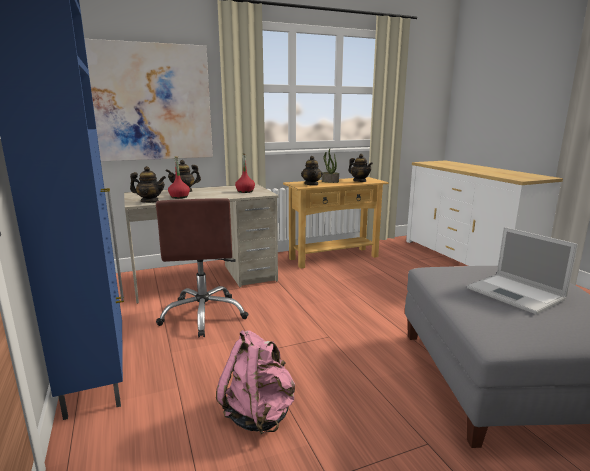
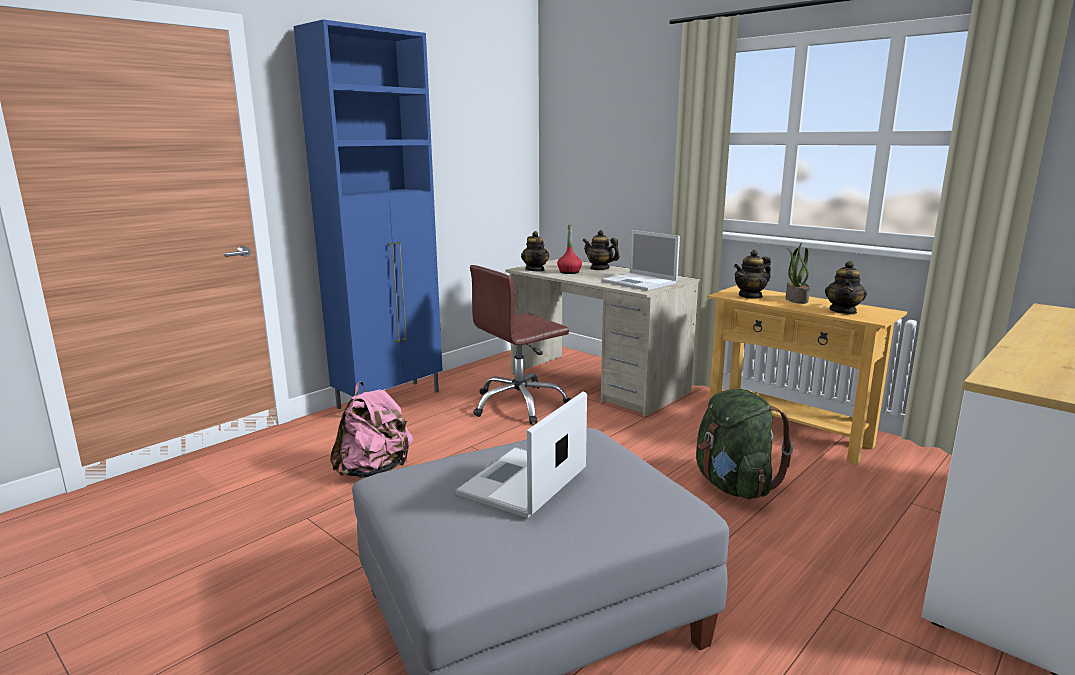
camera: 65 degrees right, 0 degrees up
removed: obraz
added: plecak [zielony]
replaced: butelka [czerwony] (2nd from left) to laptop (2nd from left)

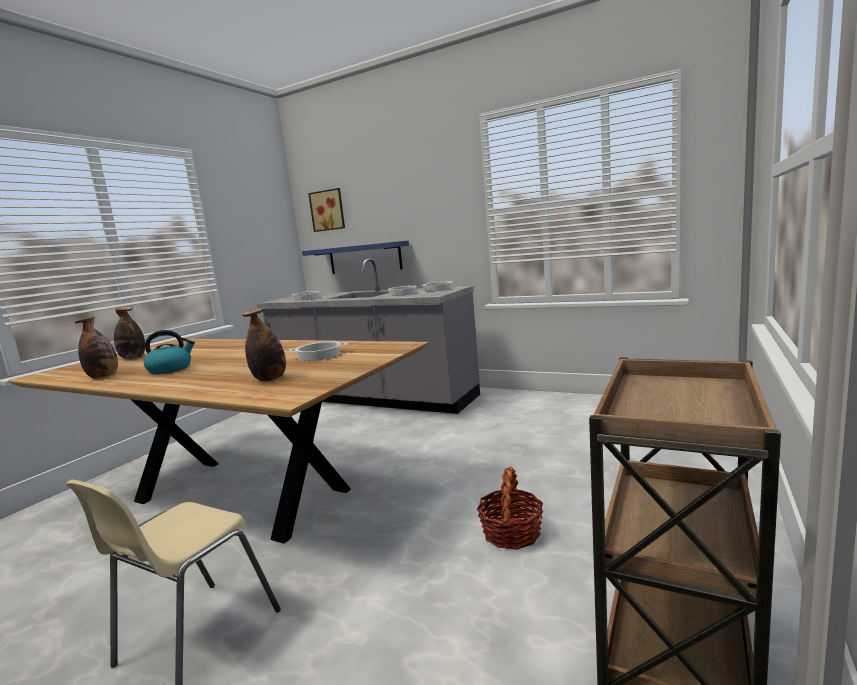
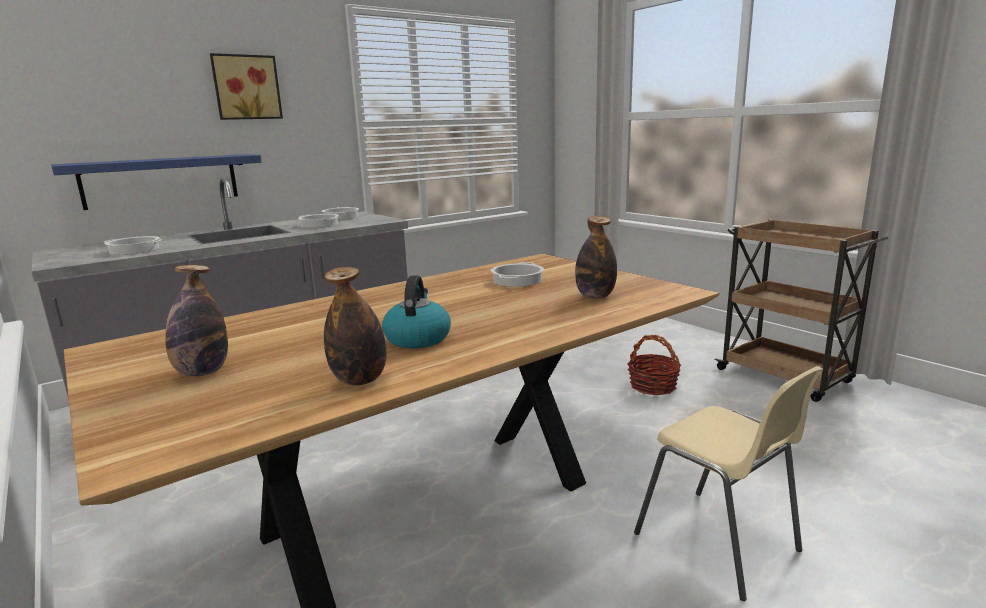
camera: 65 degrees left, 5 degrees up
moved: obraz

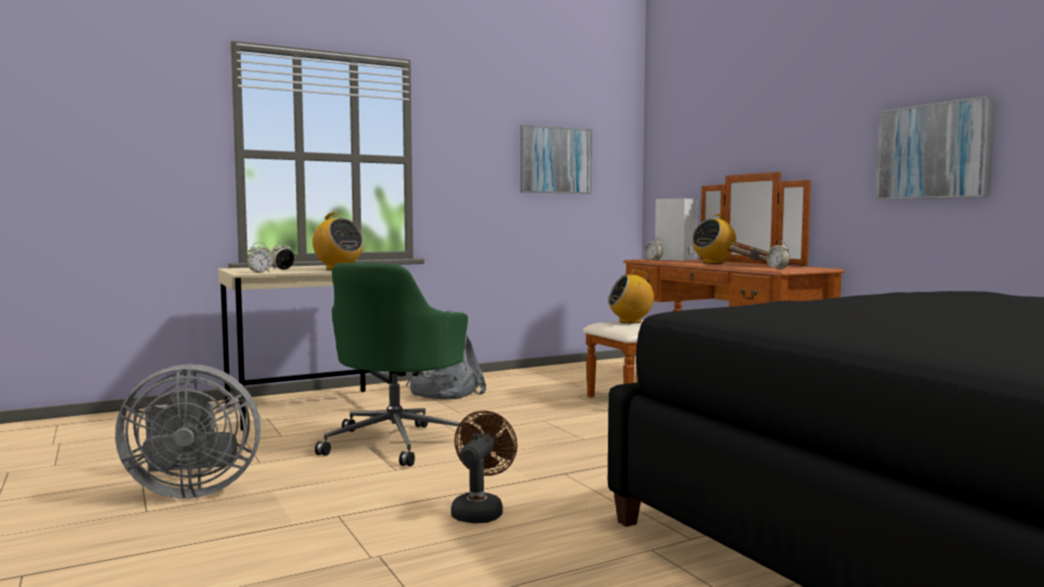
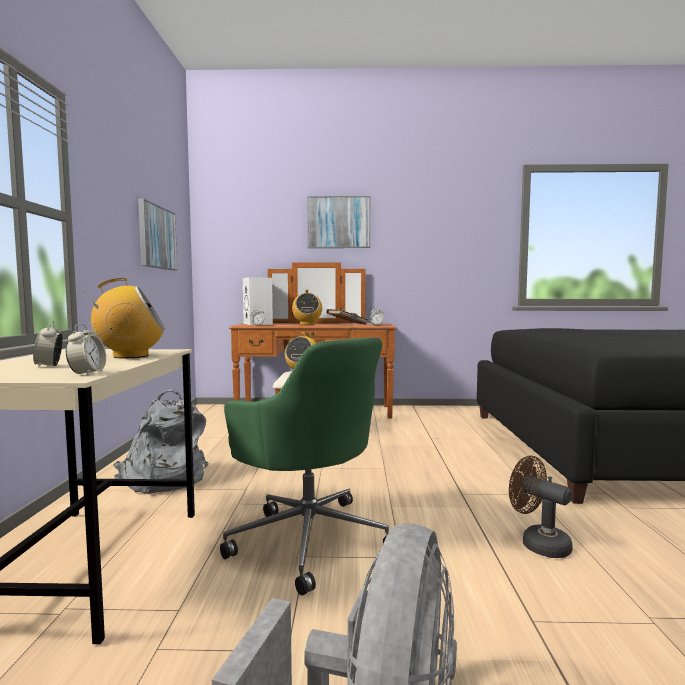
camera: 60 degrees left, 0 degrees up
moved: obraz (2nd from left)

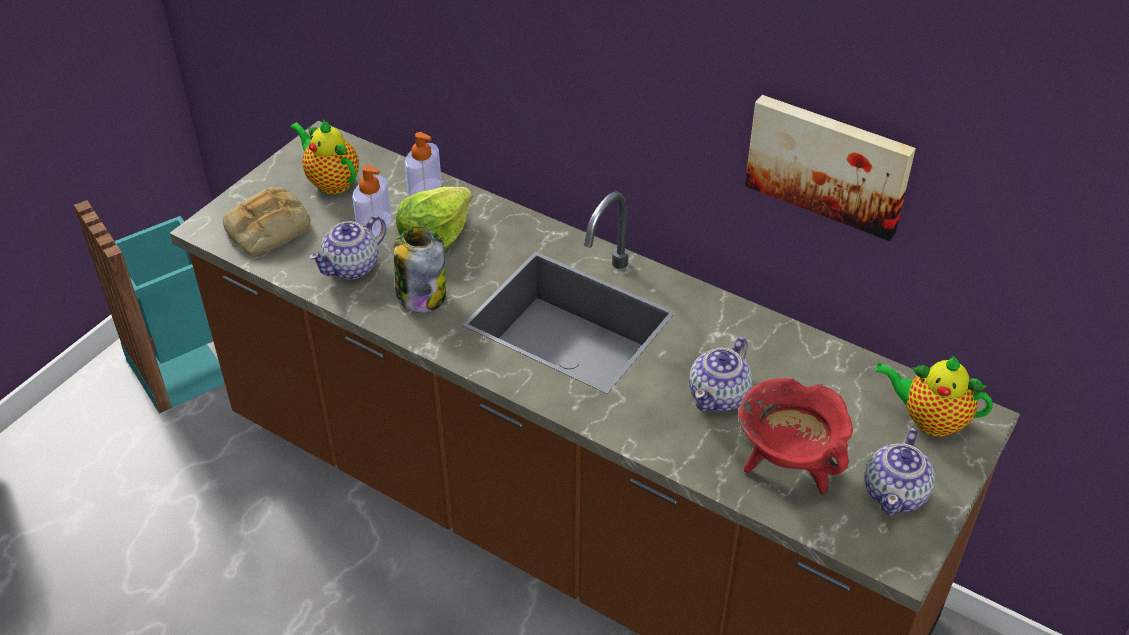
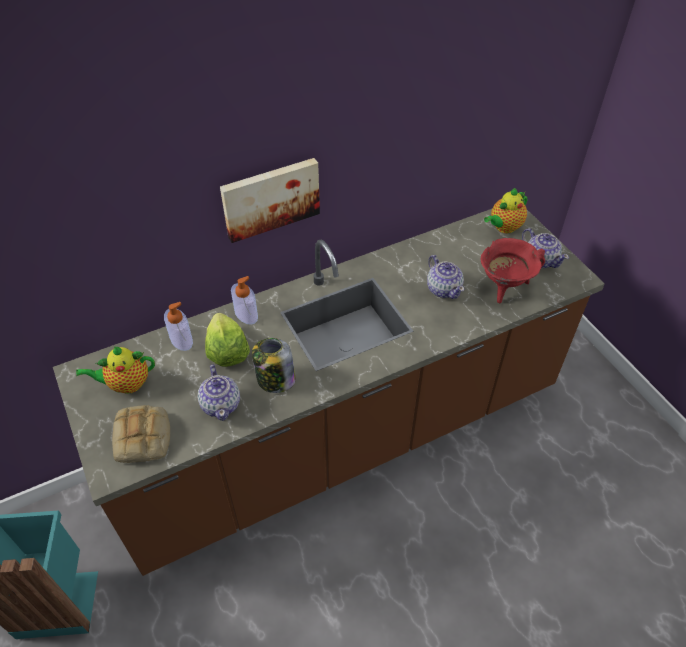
camera: 60 degrees left, 5 degrees up
moved: dozownik mydła (1st from left in the first image) to dozownik mydła (2nd from left); obraz

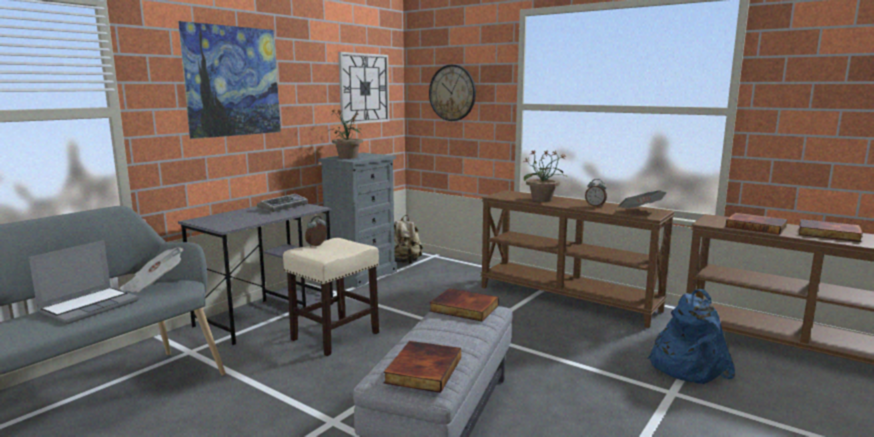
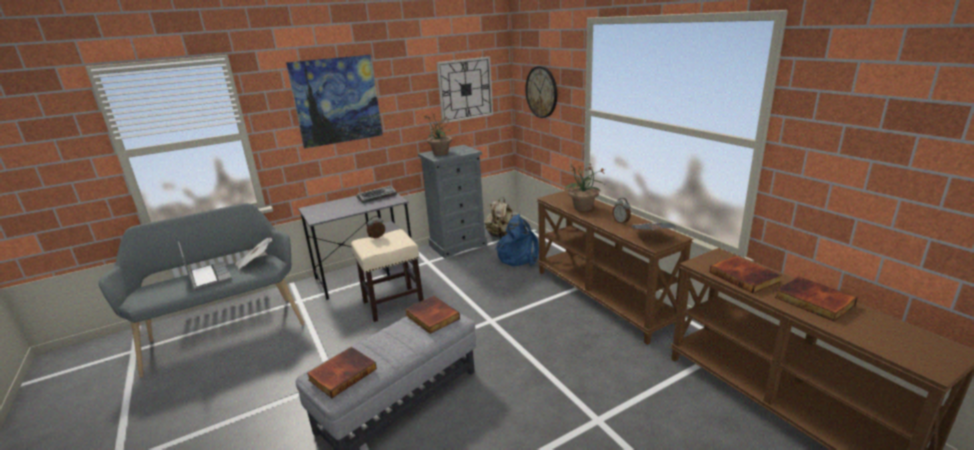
camera: 25 degrees right, 10 degrees up
moved: plecak [niebieski]
turned: laptop 90 degrees counterclockwise

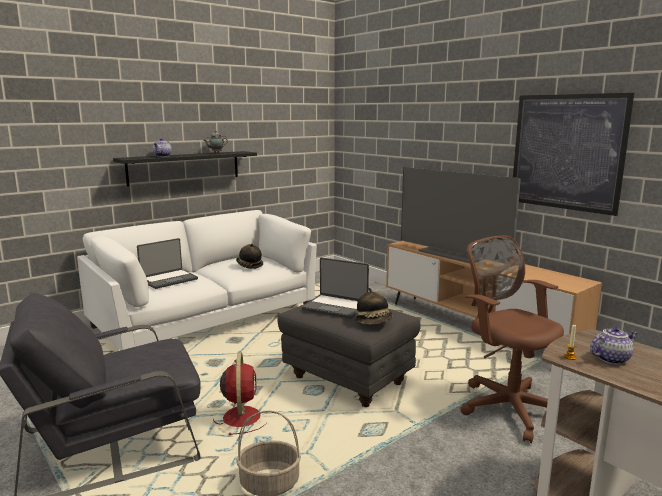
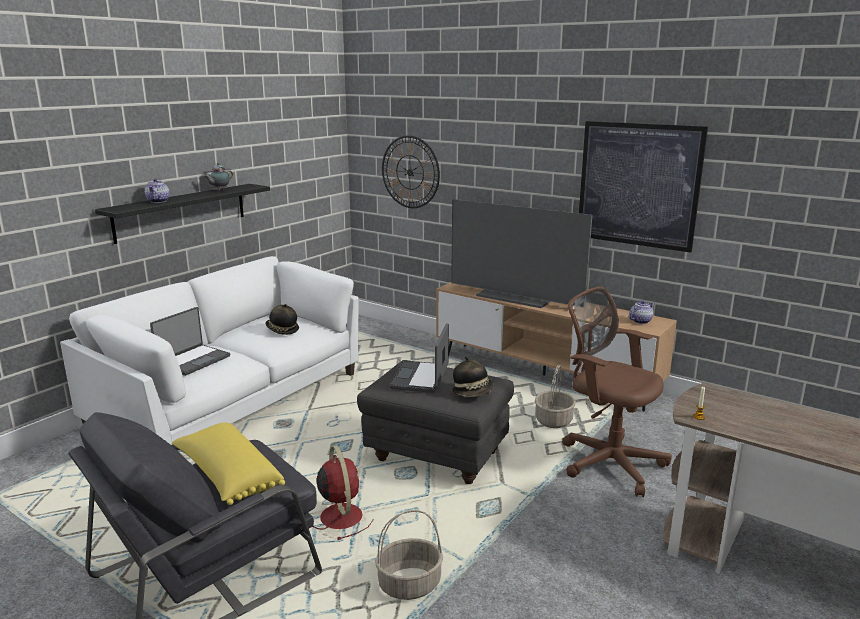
camera: 15 degrees left, 5 degrees up
added: poduszka [żółty]; zegar ścienny; koszyk (2nd from left)
moved: imbryk (3rd from left)
turned: laptop (2nd from left) 90 degrees clockwise

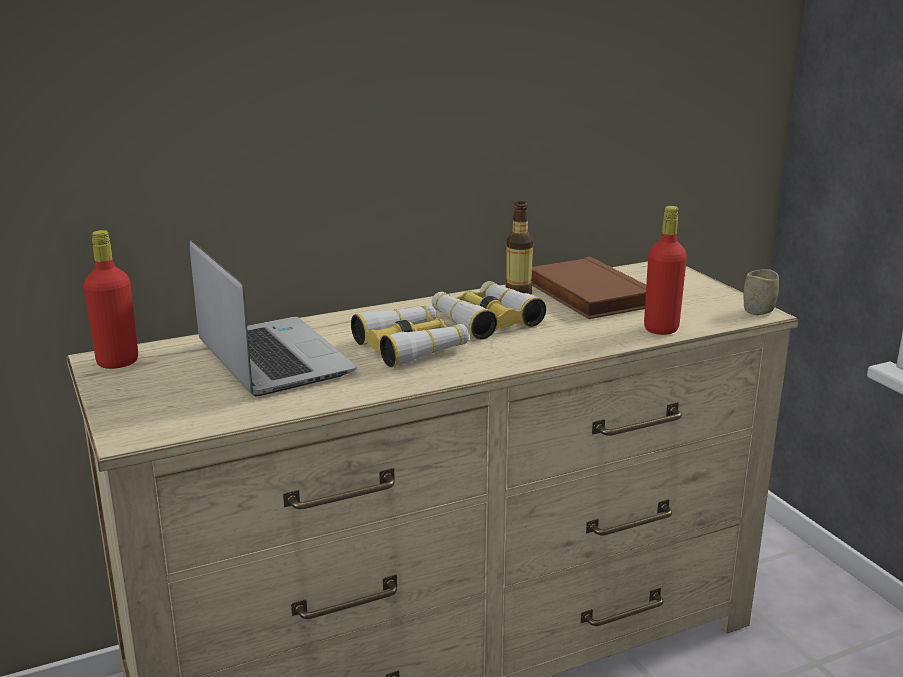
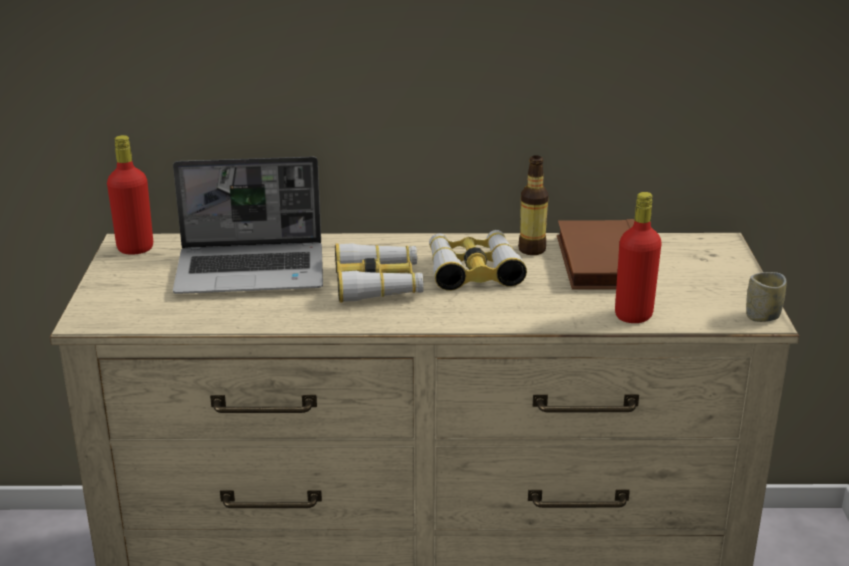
camera: 25 degrees right, 5 degrees up
turned: laptop 90 degrees clockwise

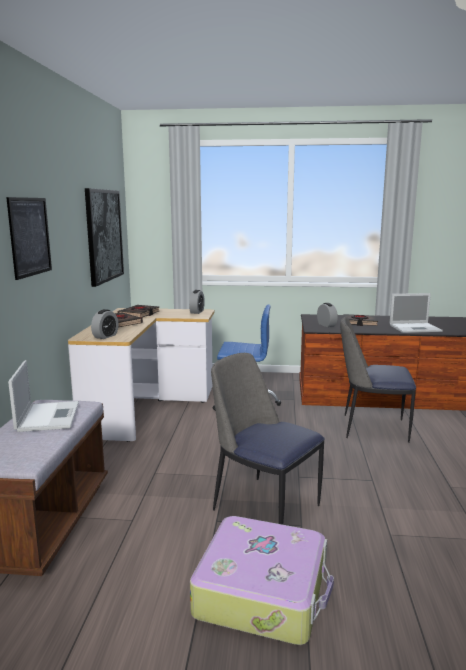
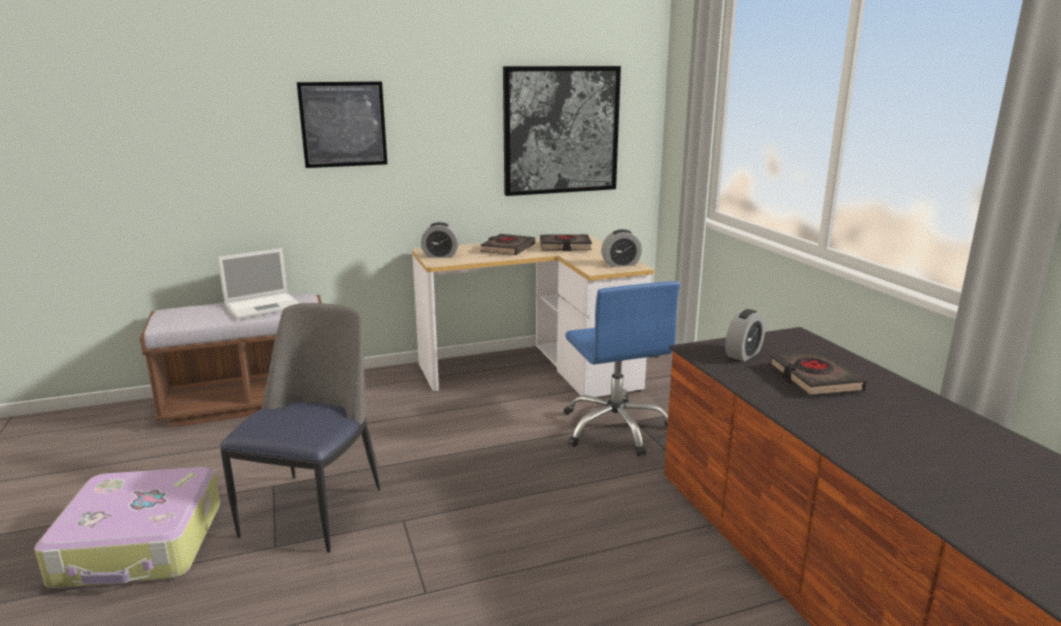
camera: 65 degrees right, 5 degrees up
removed: krzesło (2nd from left); laptop (2nd from left)

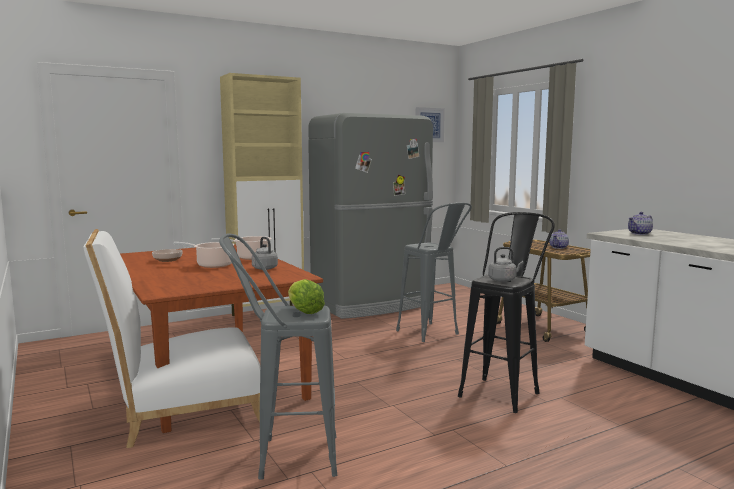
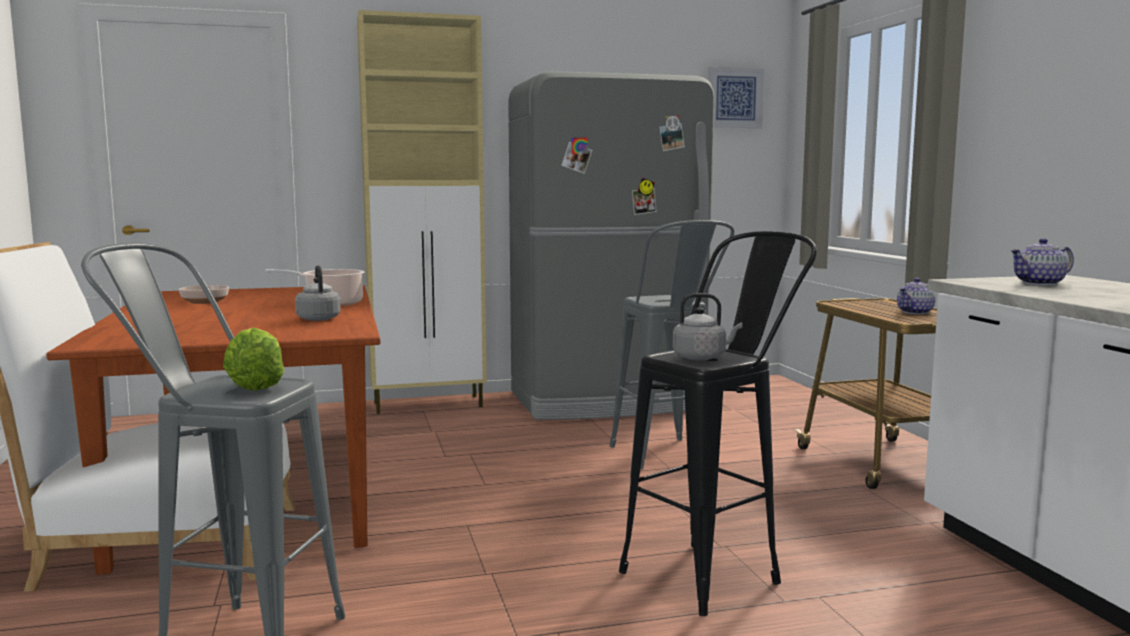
camera: 15 degrees right, 0 degrees up
removed: garnek (1st from left)

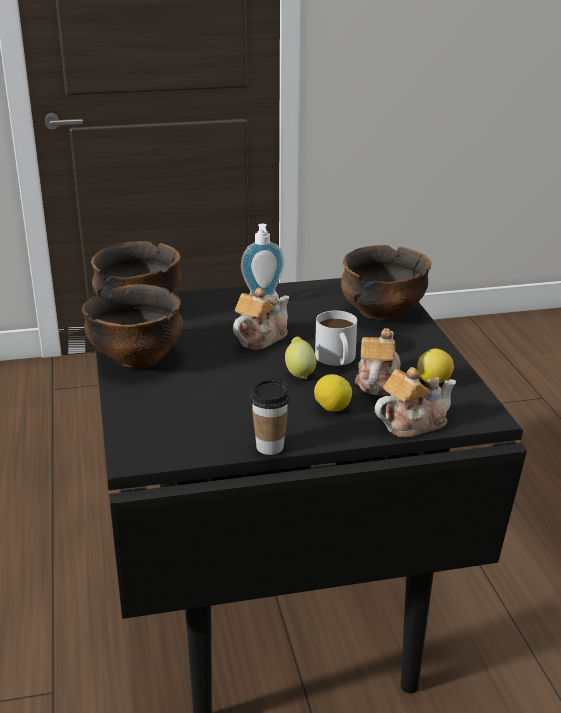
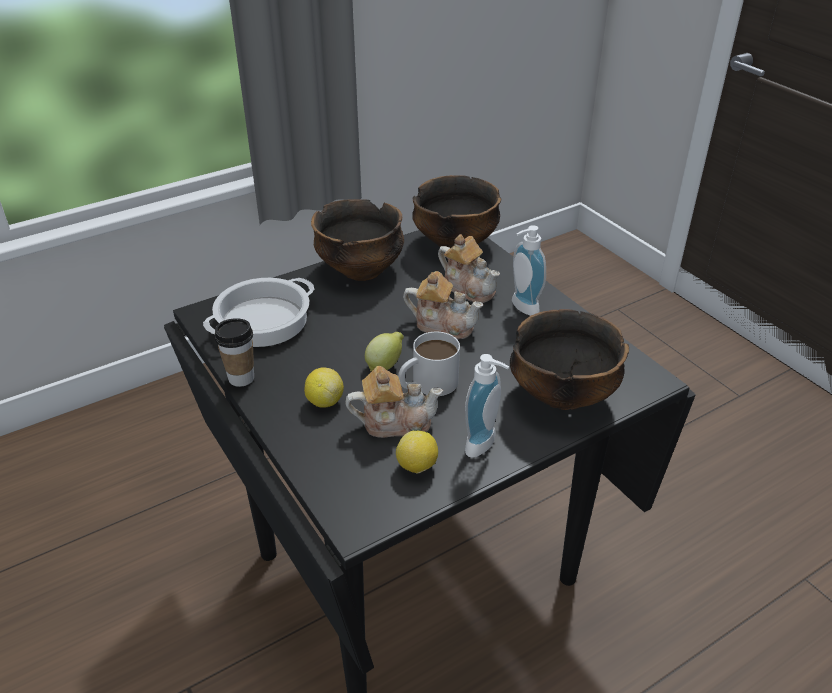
camera: 70 degrees right, 10 degrees up
added: garnek; dozownik mydła (1st from left)
moved: imbryk (3rd from left)

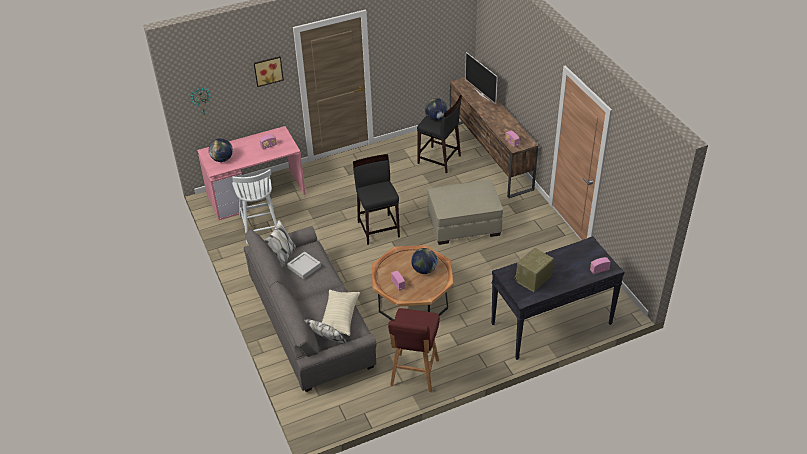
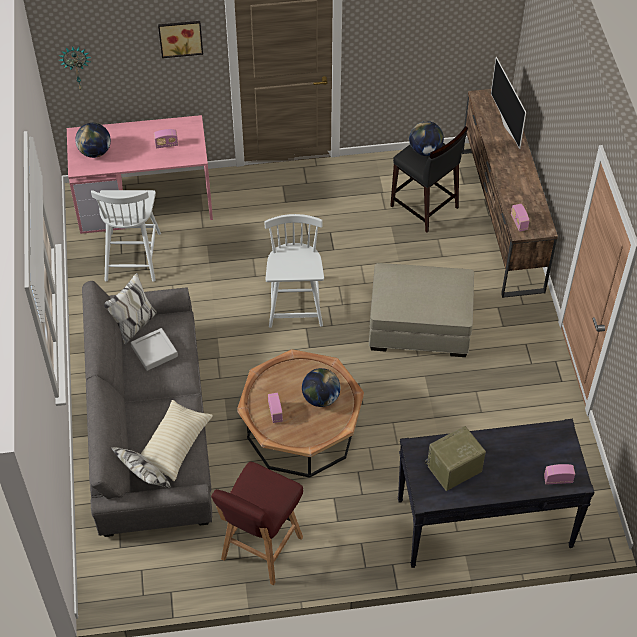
camera: 15 degrees right, 10 degrees up
replaced: stołek [czarny] (1st from left) to krzesło [biały] (2nd from left)

